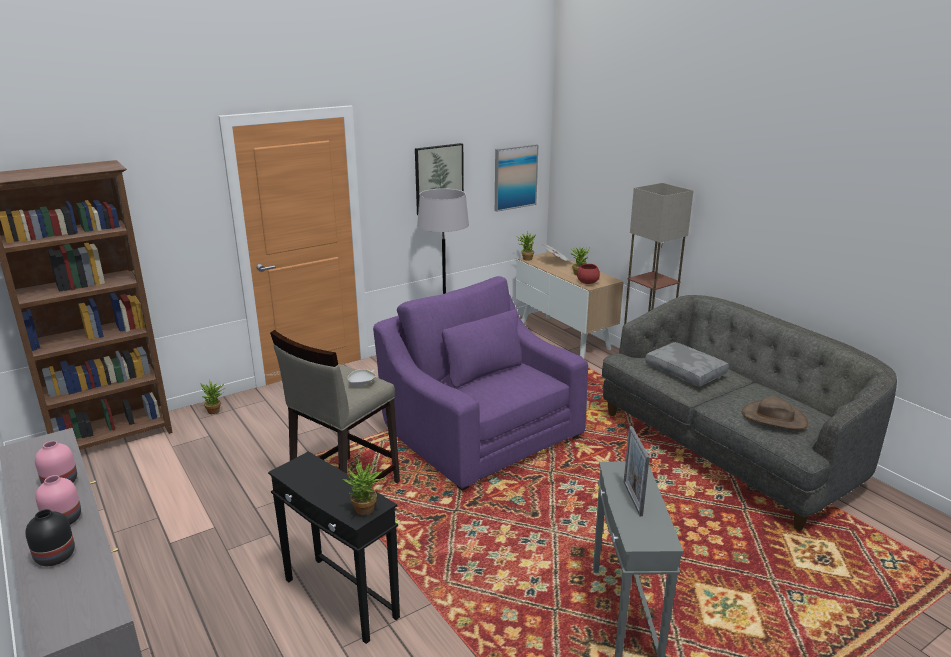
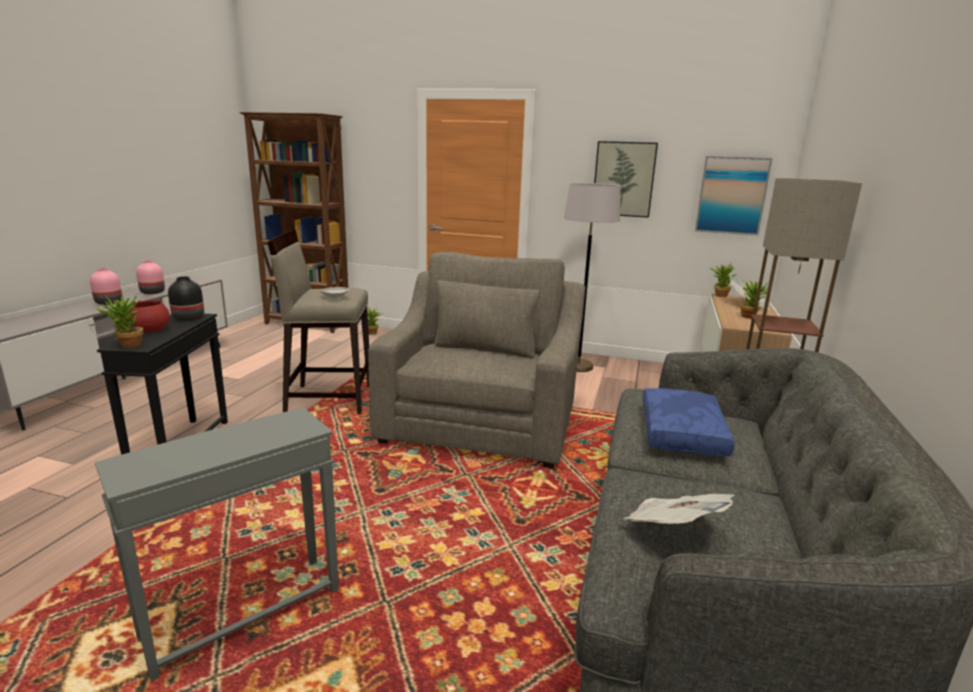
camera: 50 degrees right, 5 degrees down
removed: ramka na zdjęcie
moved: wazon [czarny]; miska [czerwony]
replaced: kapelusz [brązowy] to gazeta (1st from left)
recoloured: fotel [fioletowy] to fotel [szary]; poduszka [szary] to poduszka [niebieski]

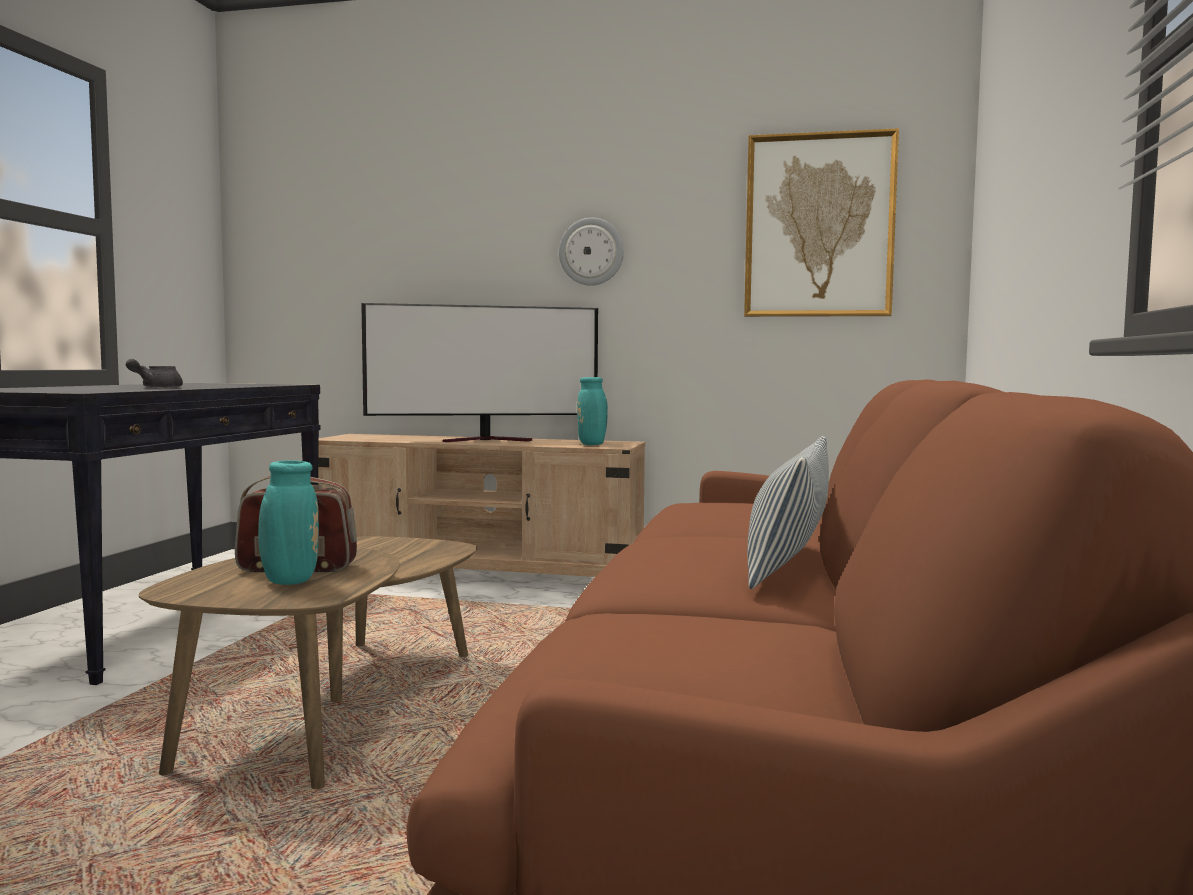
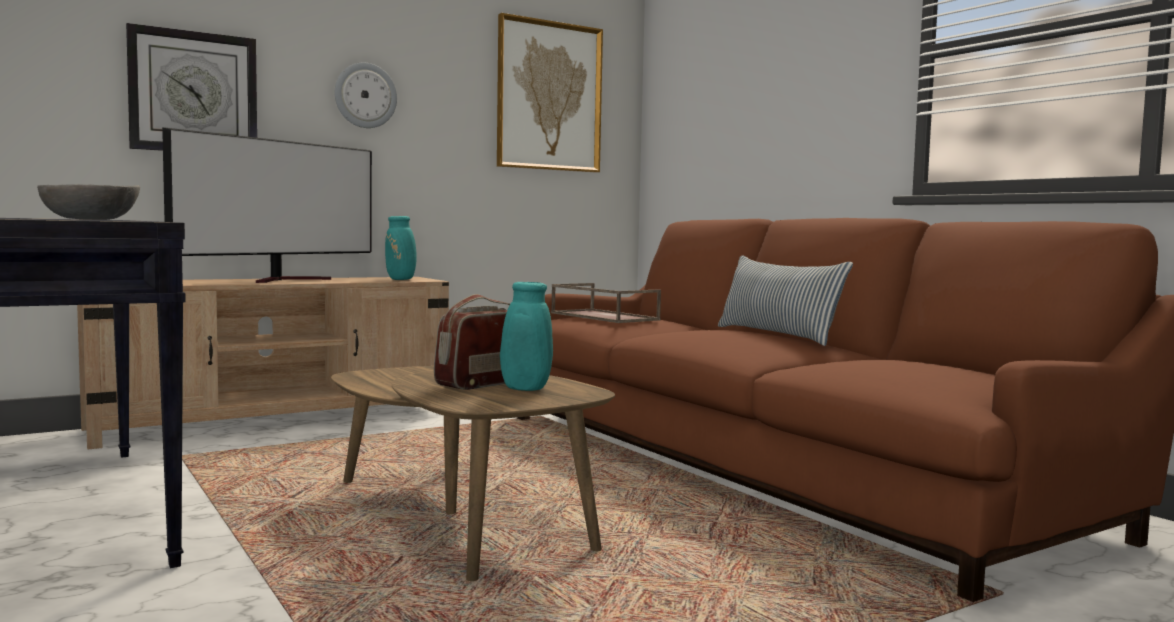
camera: 45 degrees left, 0 degrees up
added: zegar ścienny (1st from left); taca [brązowy]
replaced: imbryk [szary] to miska [szary]

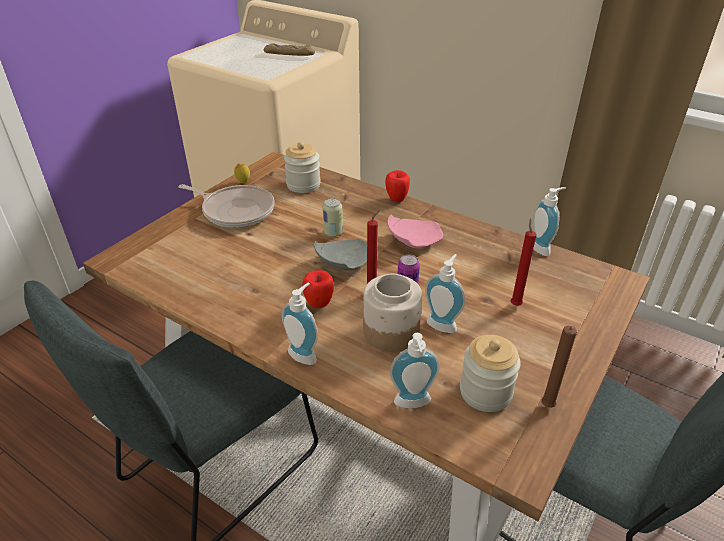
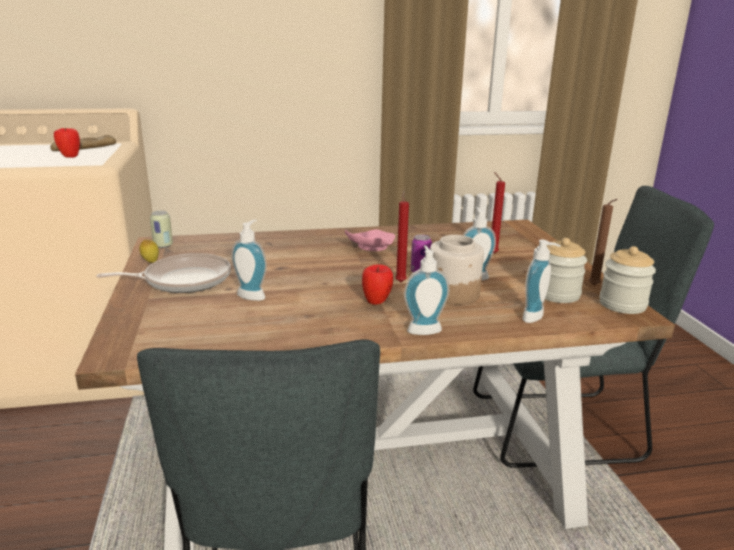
camera: 45 degrees left, 15 degrees down
removed: talerz [szary]
moved: słoik (1st from left in the first image) to słoik (3rd from left); puszka (1st from left); jabłko (2nd from left in the first image) to jabłko (1st from left); dozownik mydła (4th from left in the first image) to dozownik mydła (1st from left)

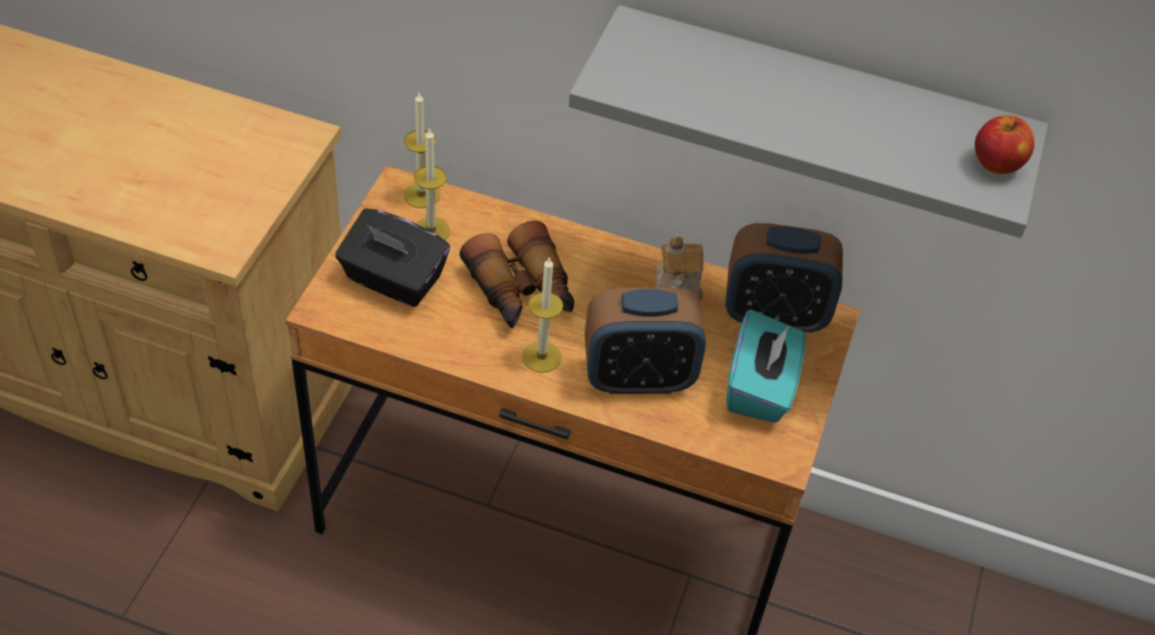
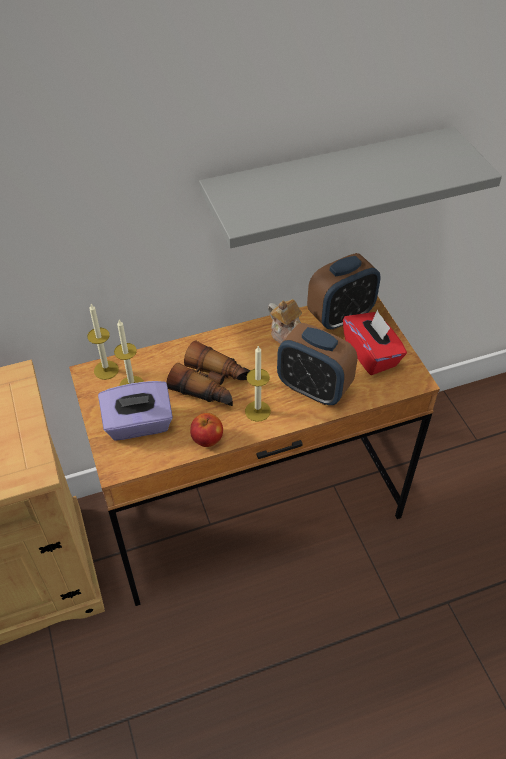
camera: 35 degrees left, 0 degrees up
moved: jabłko
recoloured: pudełko chusteczek [czarny] to pudełko chusteczek [fioletowy]; pudełko chusteczek [turkusowy] to pudełko chusteczek [czerwony]
turned: budzik (1st from left) 75 degrees clockwise

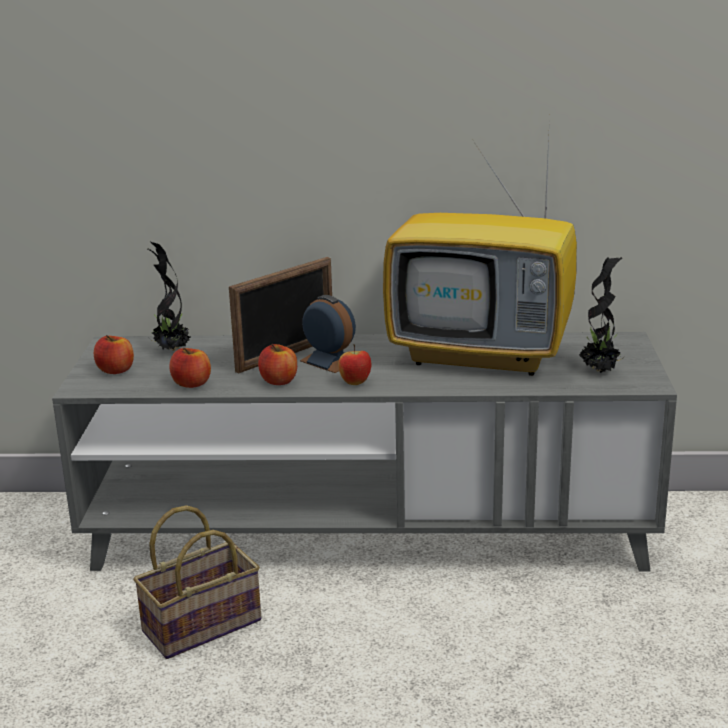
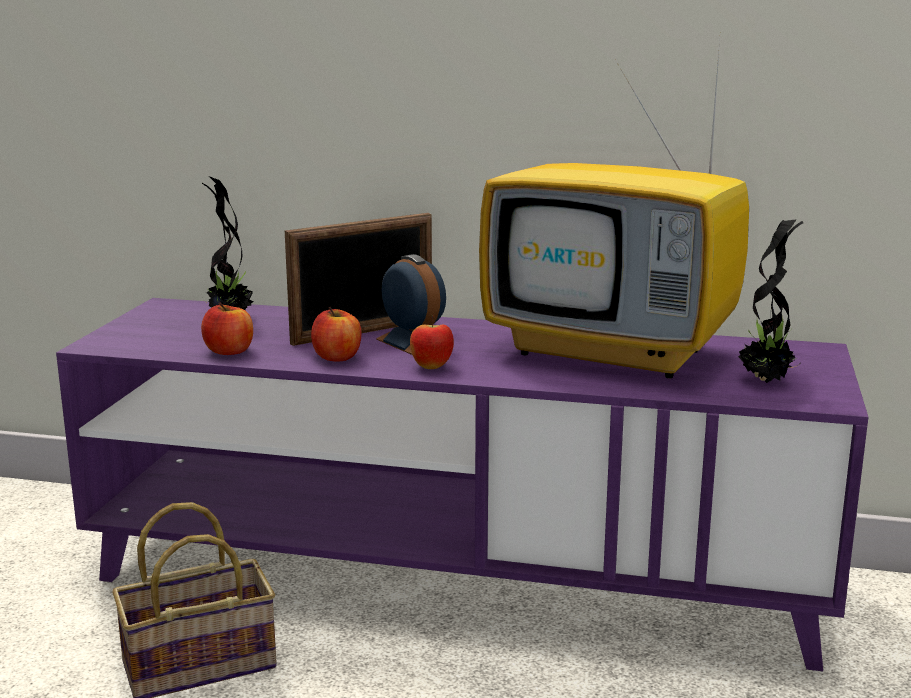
camera: 10 degrees right, 5 degrees down
removed: jabłko (1st from left)
recoloured: szafka pod telewizor [szary] to szafka pod telewizor [fioletowy]

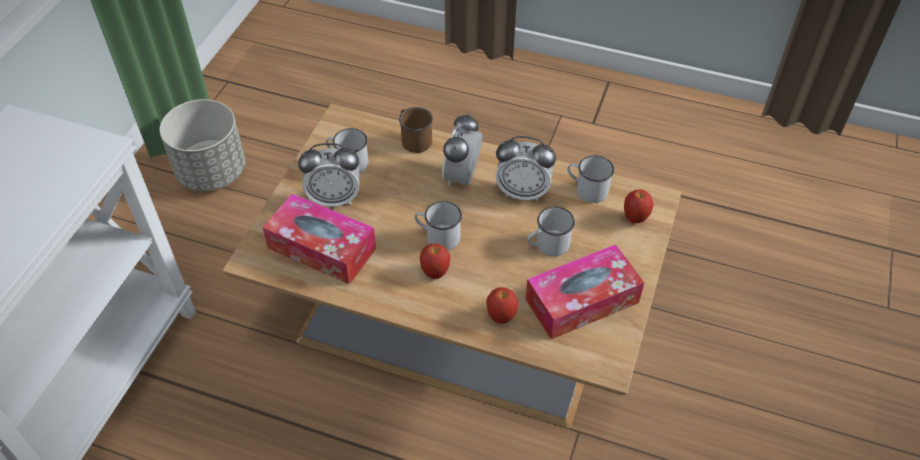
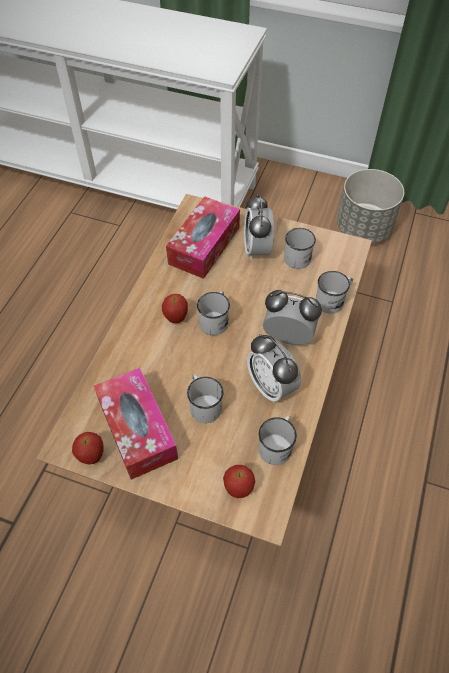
camera: 90 degrees right, 5 degrees up
moved: jabłko (2nd from left in the first image) to jabłko (1st from left)
recoloured: kubek [brązowy] to kubek [biały] (5th from left)
turned: budzik (3rd from left in the first image) 45 degrees counterclockwise

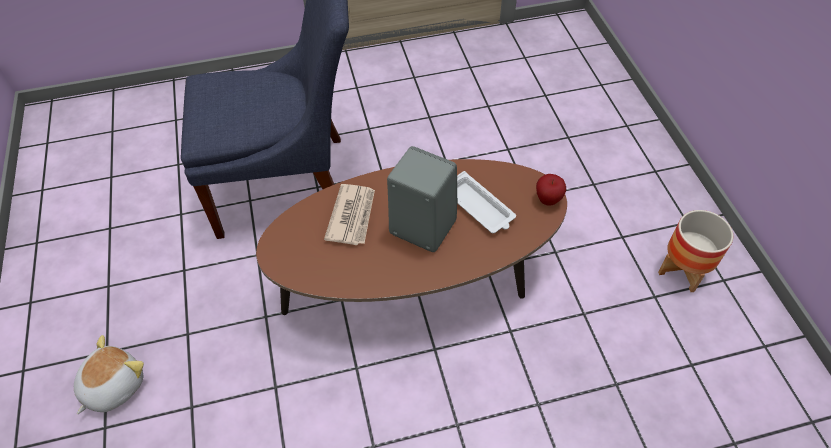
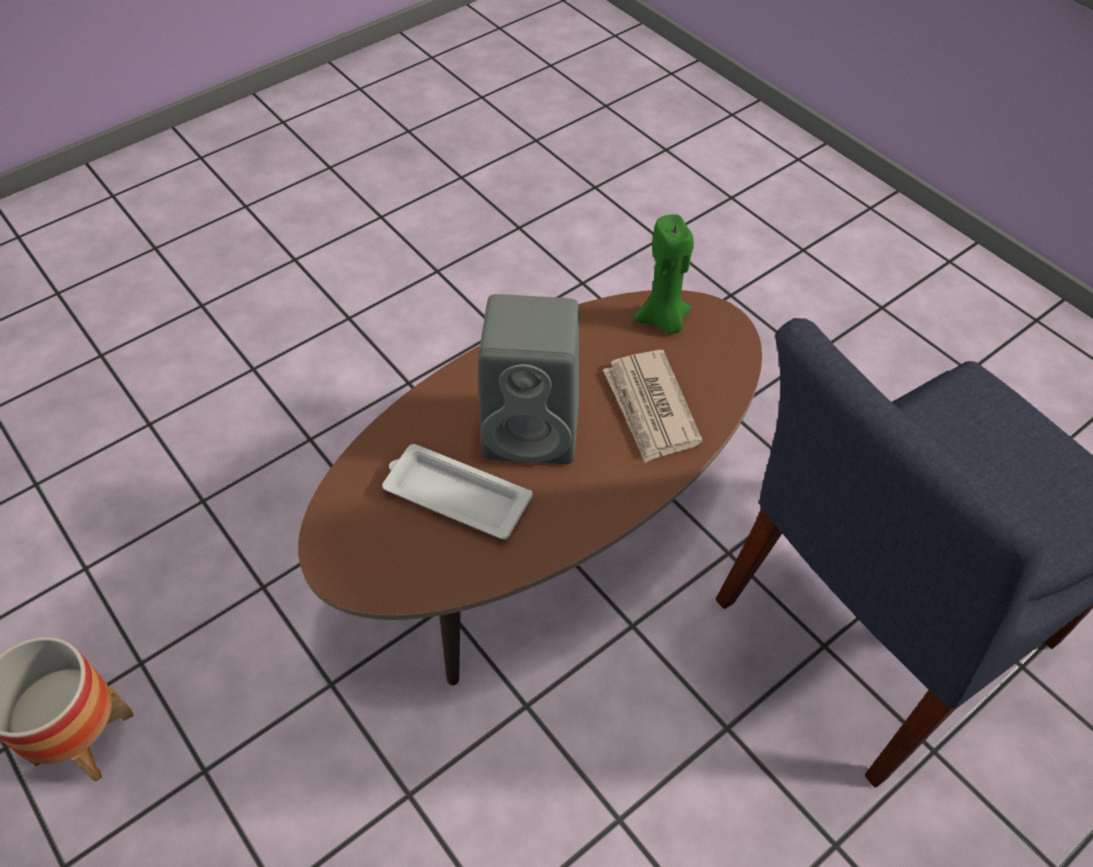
camera: 155 degrees right, 0 degrees up
removed: pluszak; jabłko
added: świeca [zielony]

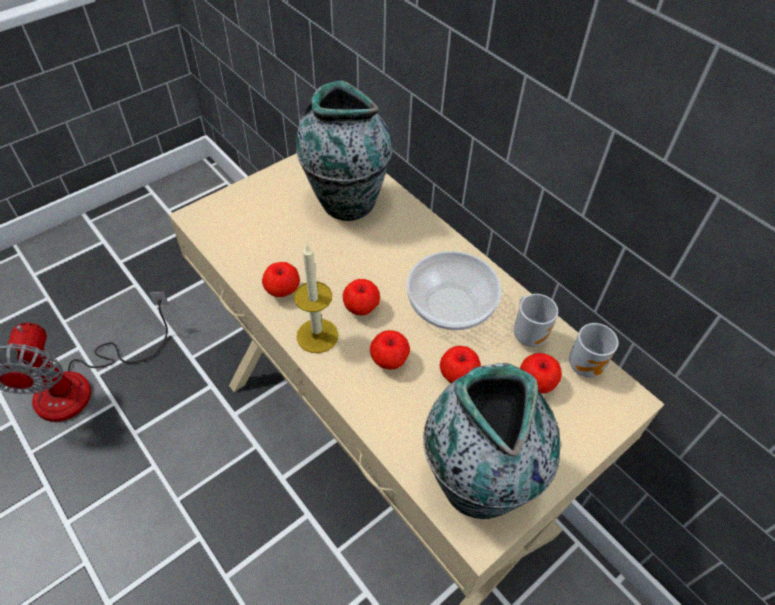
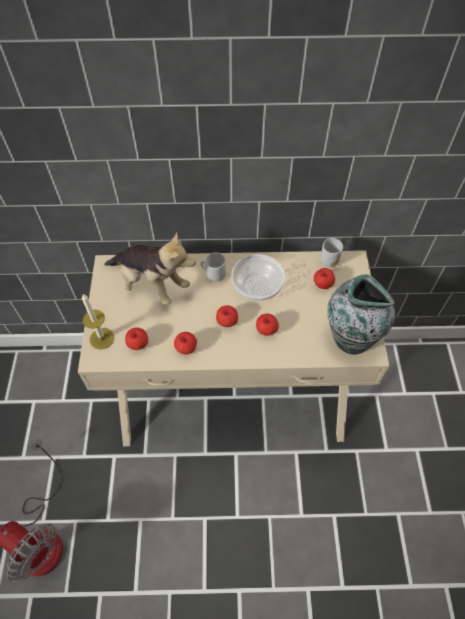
camera: 50 degrees left, 5 degrees up
moved: świeca; jabłko (4th from left in the first image) to jabłko (1st from left); kubek (1st from left)
replaced: wazon (1st from left) to pluszak

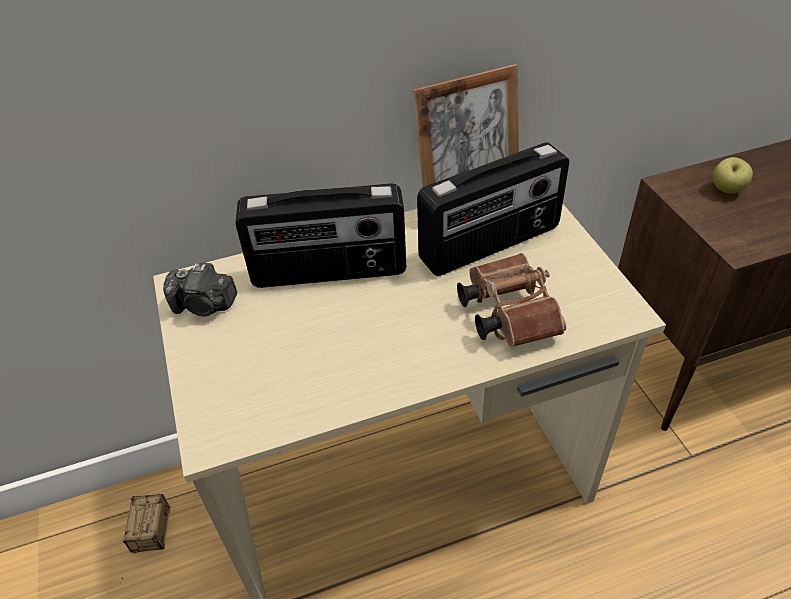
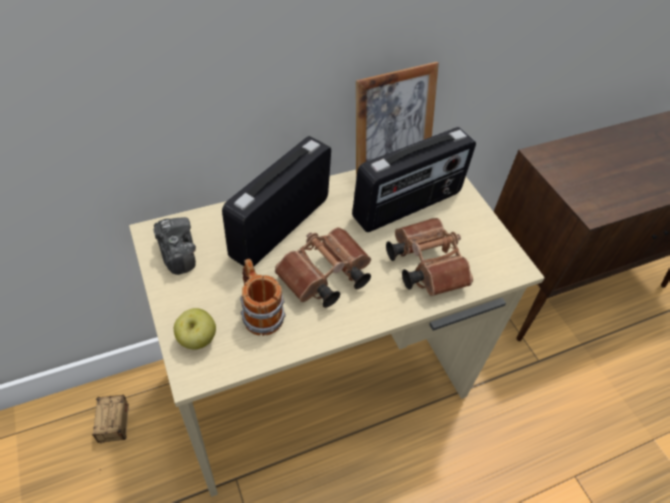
camera: 10 degrees left, 5 degrees up
added: kubek; lornetka [brązowy] (1st from left)
moved: jabłko
turned: aparat fotograficzny 120 degrees counterclockwise; radio (1st from left) 135 degrees clockwise

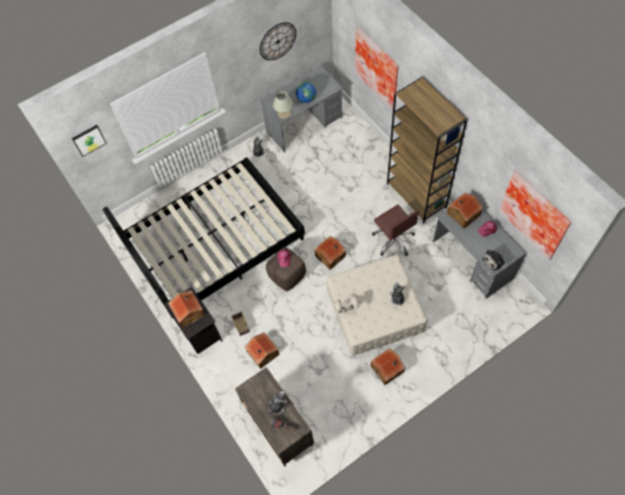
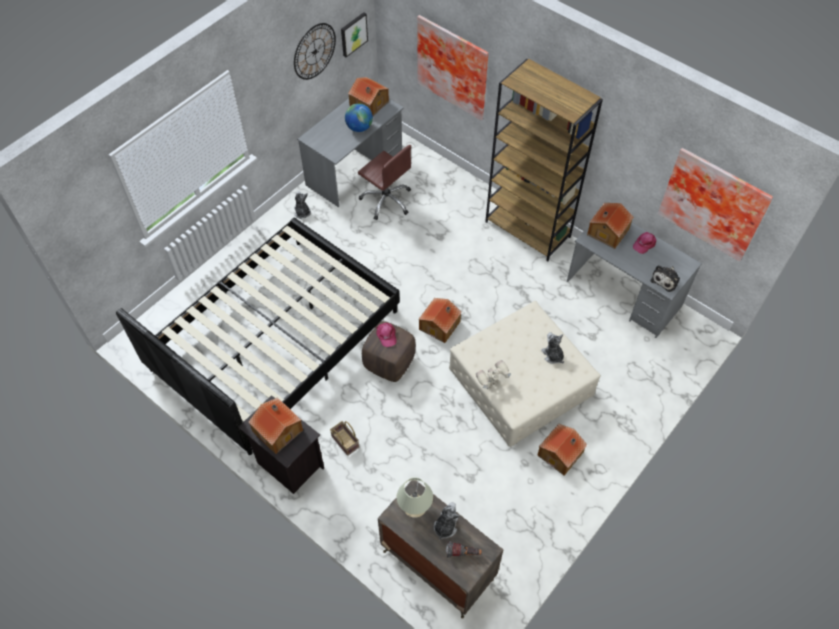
camera: 20 degrees left, 5 degrees down
moved: obraz (1st from left); domek (2nd from left); lampa stołowa [beżowy]; krzesło biurowe [brązowy]

